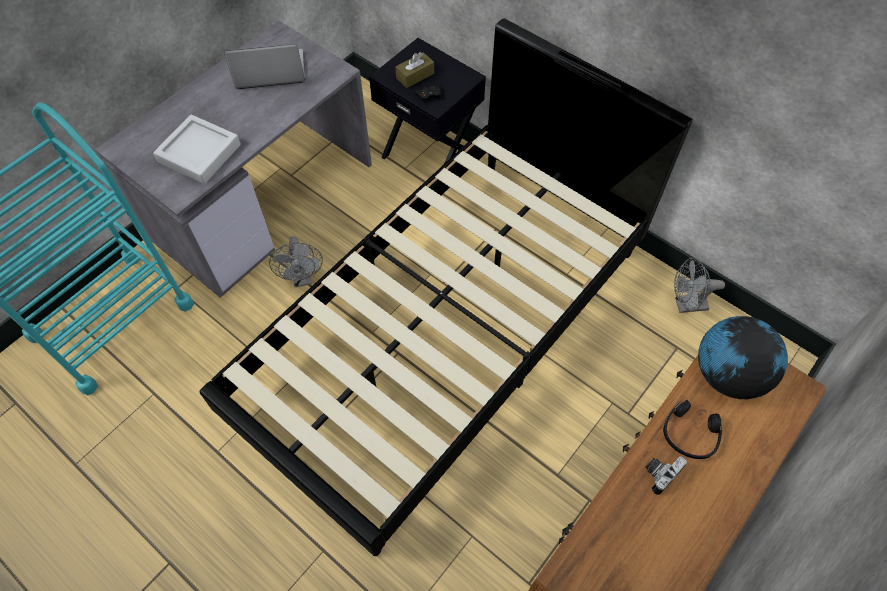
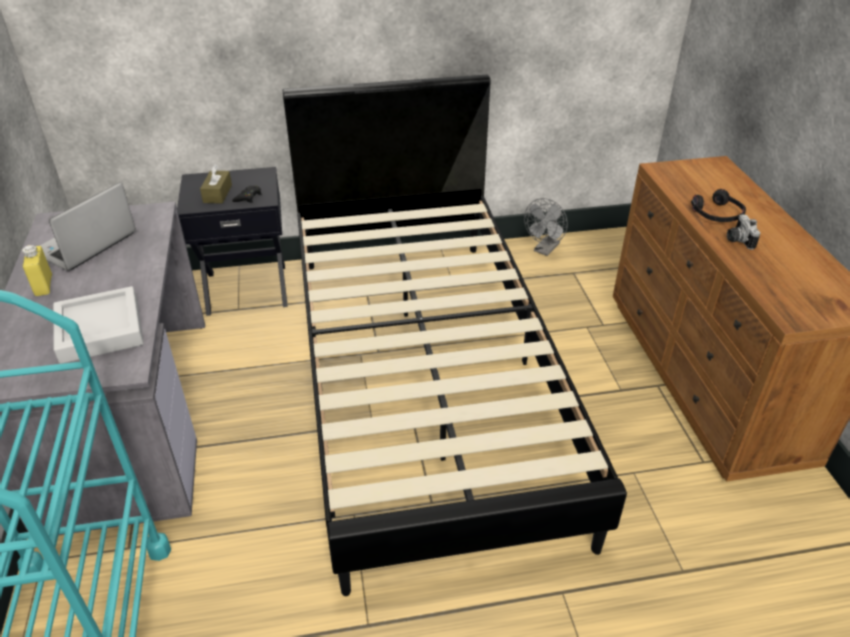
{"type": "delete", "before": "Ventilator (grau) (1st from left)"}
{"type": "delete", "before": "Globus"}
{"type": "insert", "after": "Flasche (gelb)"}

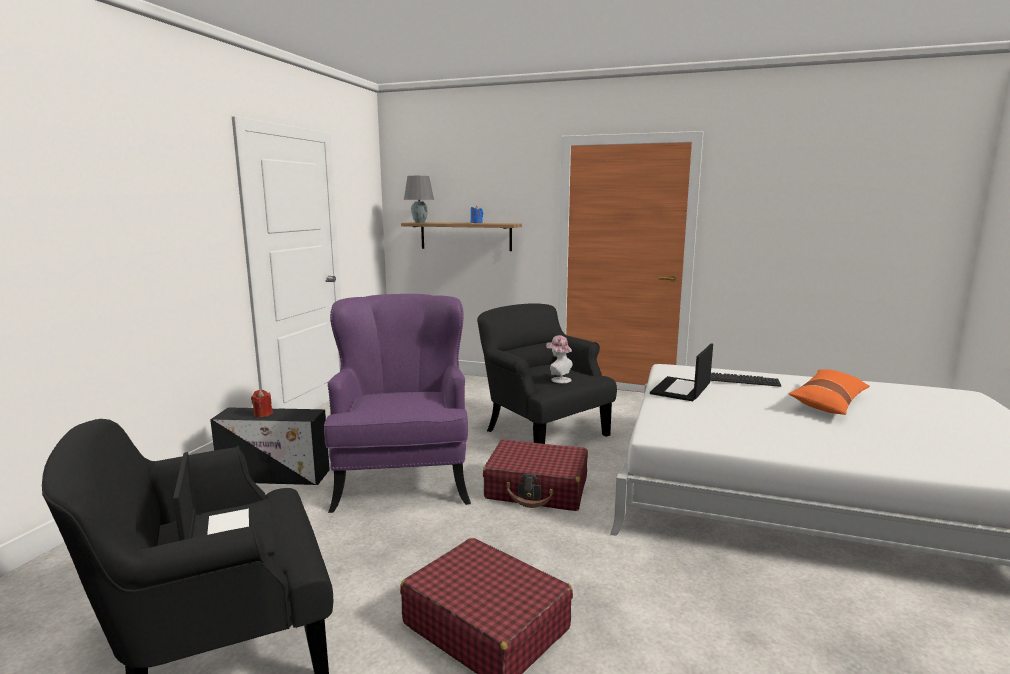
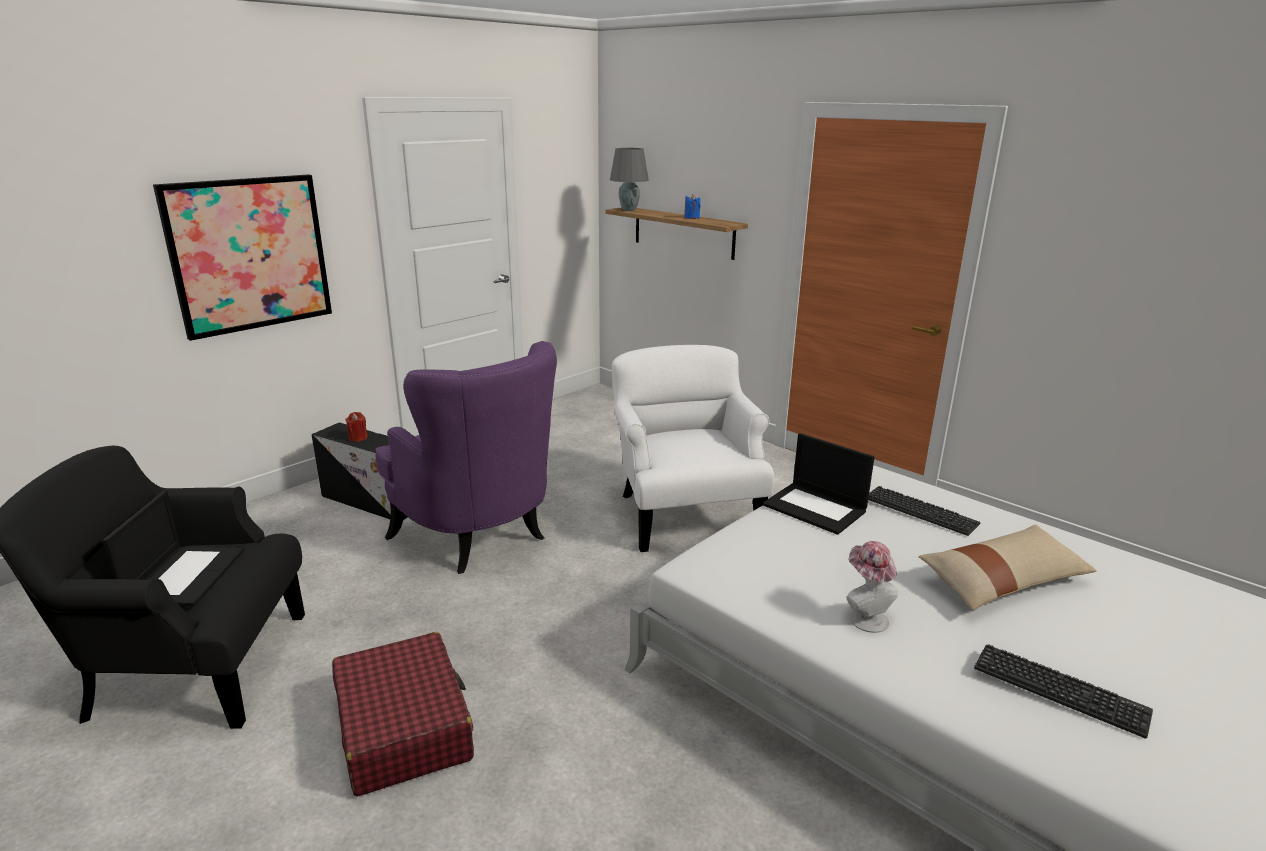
{"type": "rotate", "before": "Sessel (lila)", "turn": 120}
{"type": "recolor", "before": "Sessel (schwarz) (2nd from left)", "after": "Sessel (weiß)"}
{"type": "delete", "before": "Koffer (rot) (2nd from left)"}
{"type": "move", "before": "Hut"}
{"type": "rotate", "before": "Laptop (2nd from left)", "turn": -105}
{"type": "recolor", "before": "Kissen (orange)", "after": "Kissen (beige)"}
{"type": "insert", "after": "Bild"}
{"type": "insert", "after": "Tastatur (2nd from left)"}

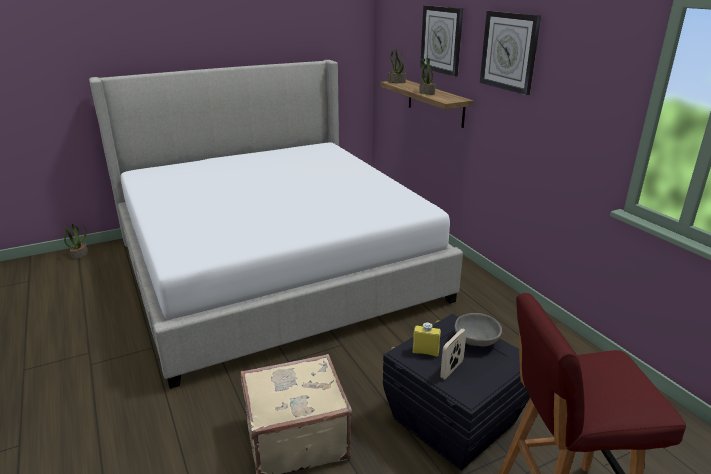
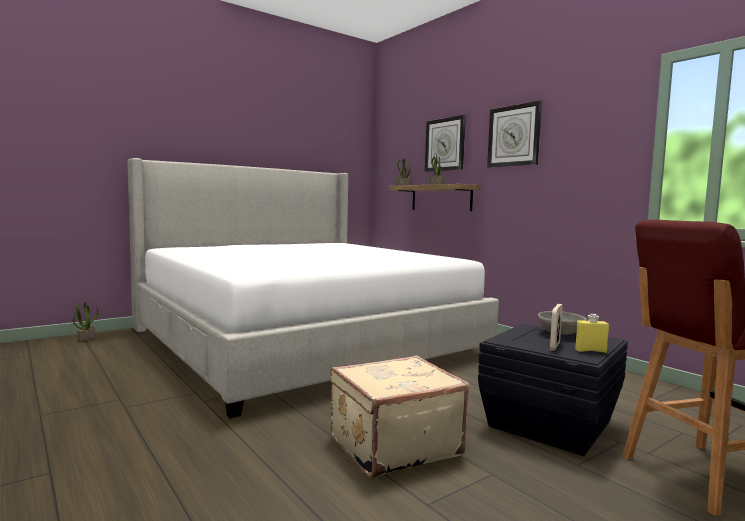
{"type": "move", "before": "Flasche (gelb)"}

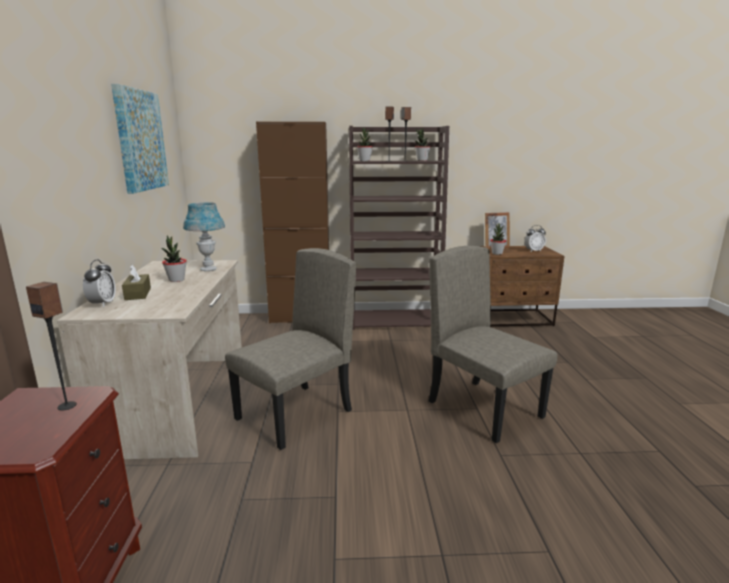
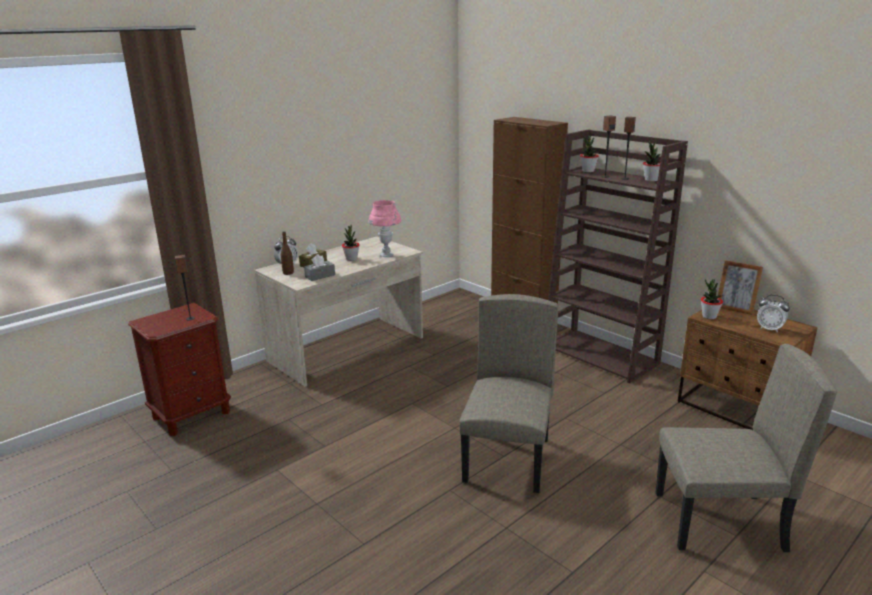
{"type": "delete", "before": "Bild"}
{"type": "recolor", "before": "Tischlampe (blau)", "after": "Tischlampe (rosa)"}
{"type": "move", "before": "Stuhl (beige) (1st from left in the first image)", "after": "Stuhl (beige) (2nd from left)"}
{"type": "insert", "after": "Flasche (braun)"}
{"type": "insert", "after": "Taschentuchbox (grau)"}

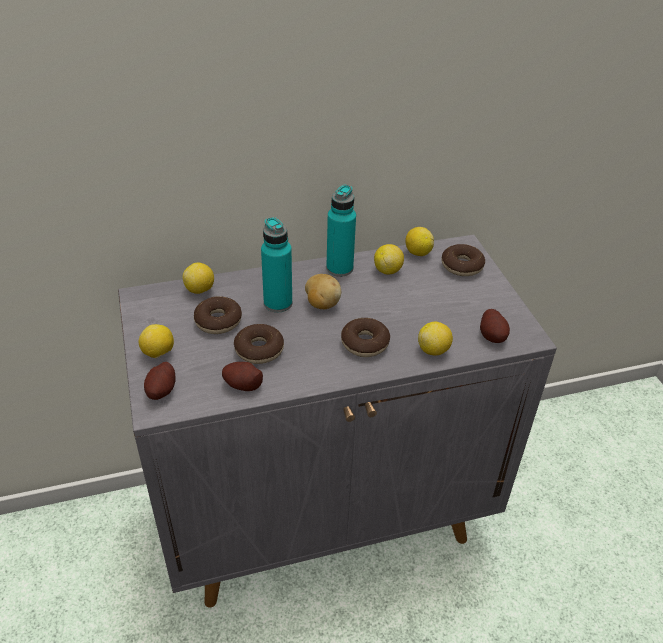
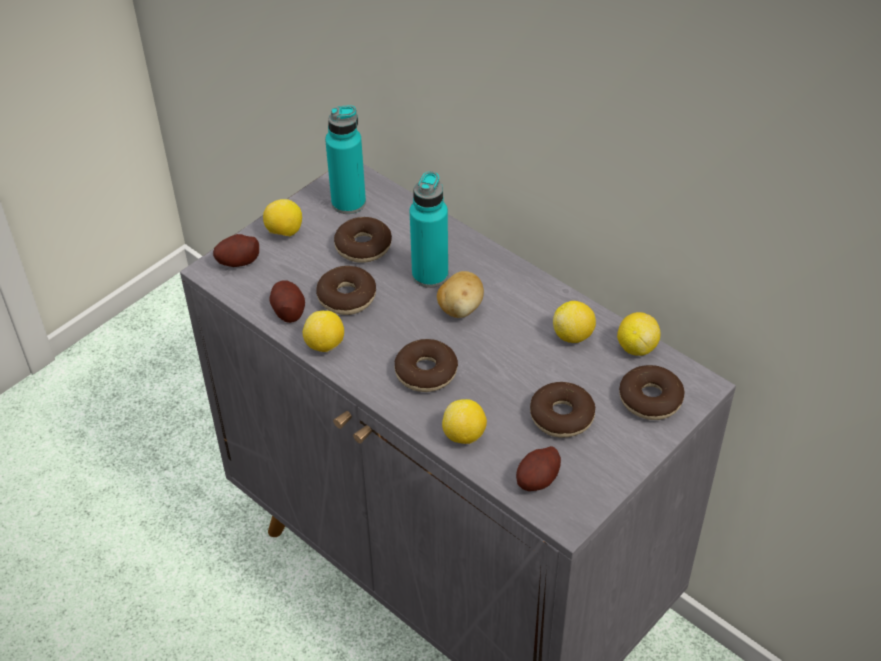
{"type": "move", "before": "Zitrone (2nd from left)"}
{"type": "move", "before": "Flasche (türkis) (2nd from left in the first image)", "after": "Flasche (türkis) (1st from left)"}
{"type": "insert", "after": "Donut (4th from left)"}

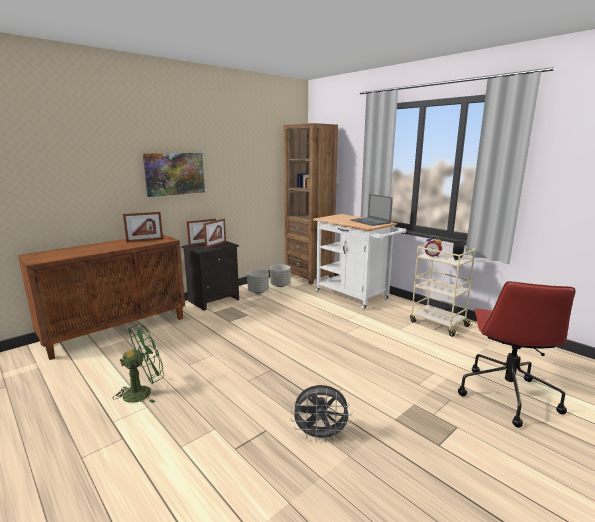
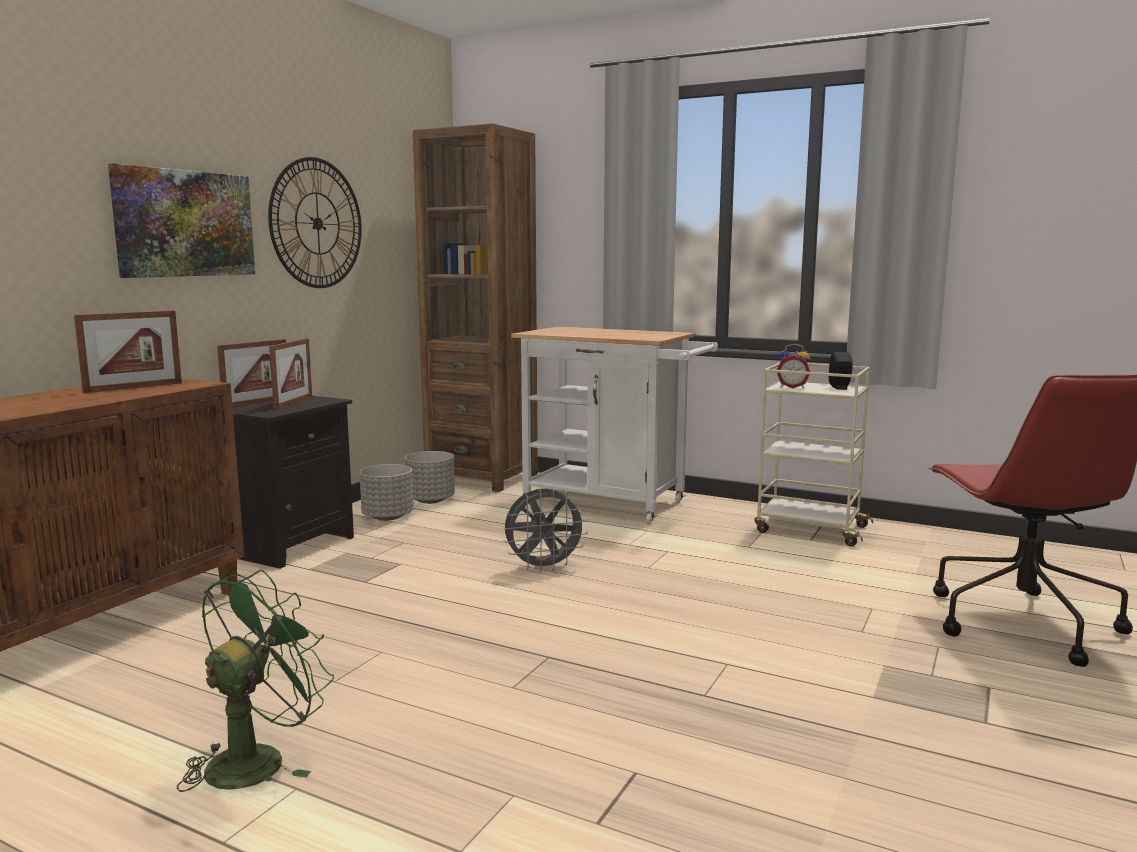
{"type": "move", "before": "Ventilator (grau)"}
{"type": "delete", "before": "Laptop"}
{"type": "insert", "after": "Wanduhr"}

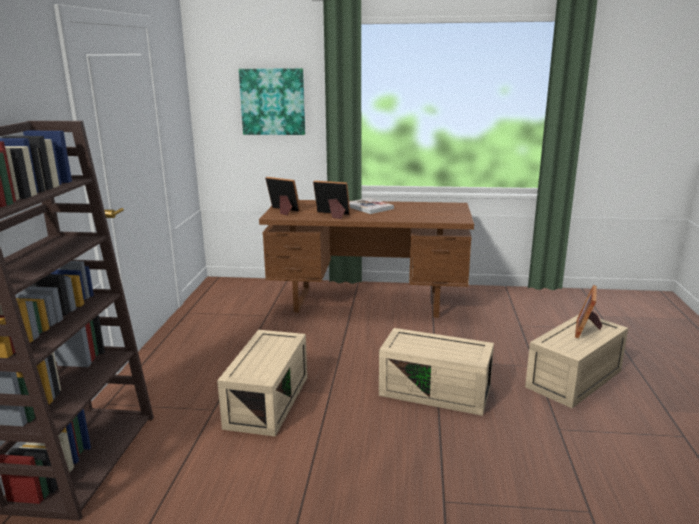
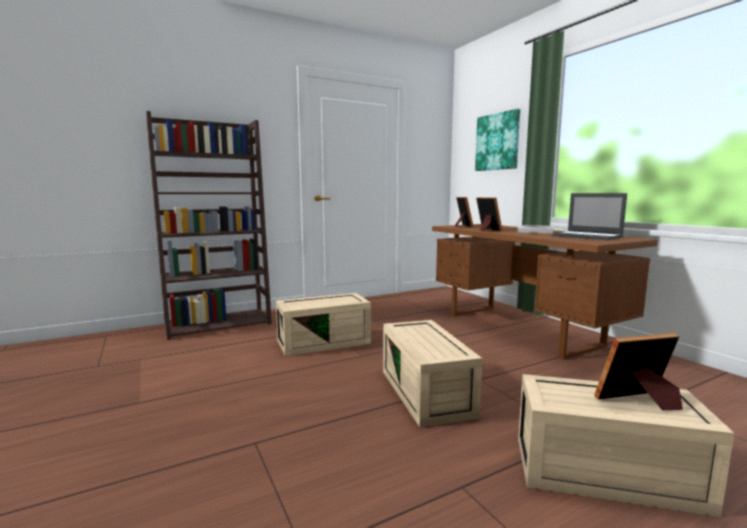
{"type": "insert", "after": "Laptop"}

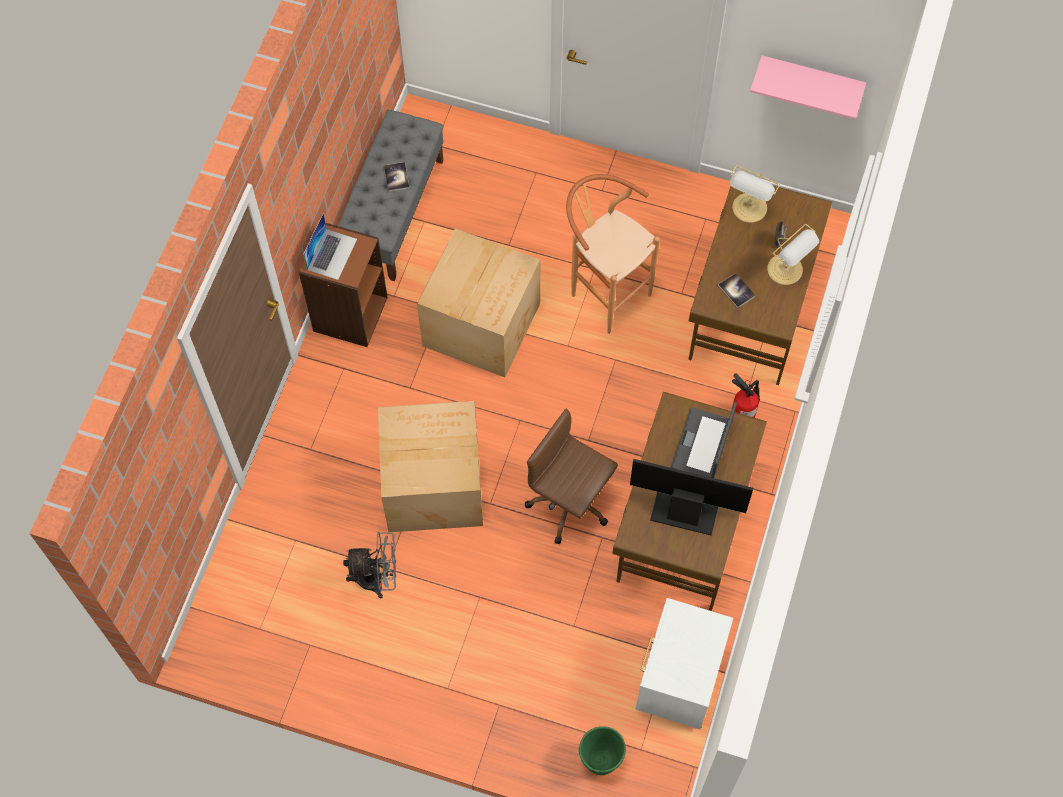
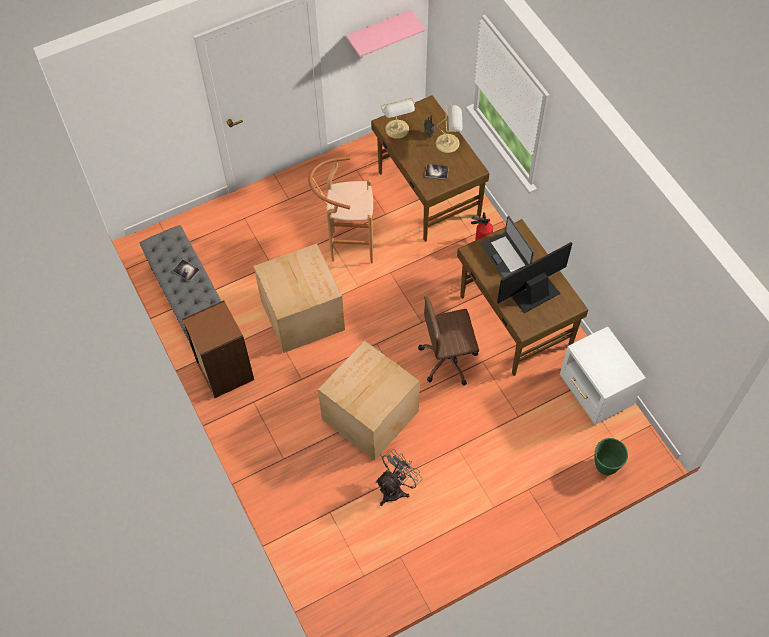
{"type": "delete", "before": "Laptop (1st from left)"}

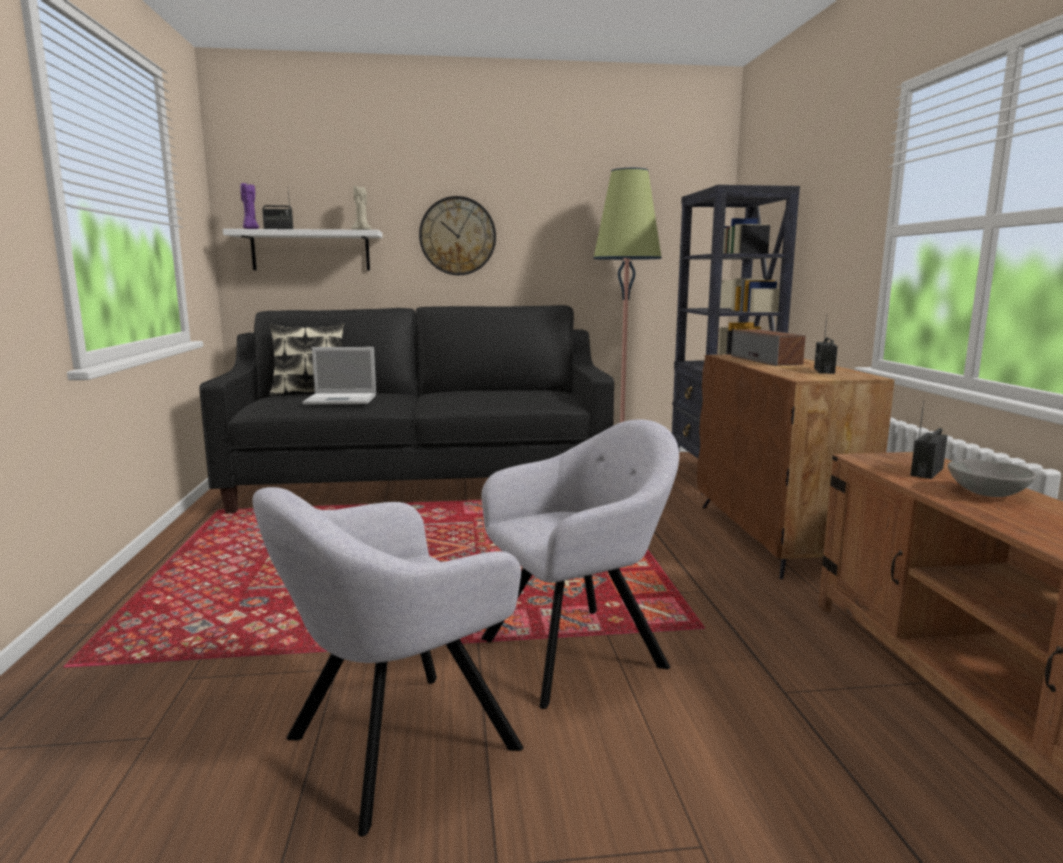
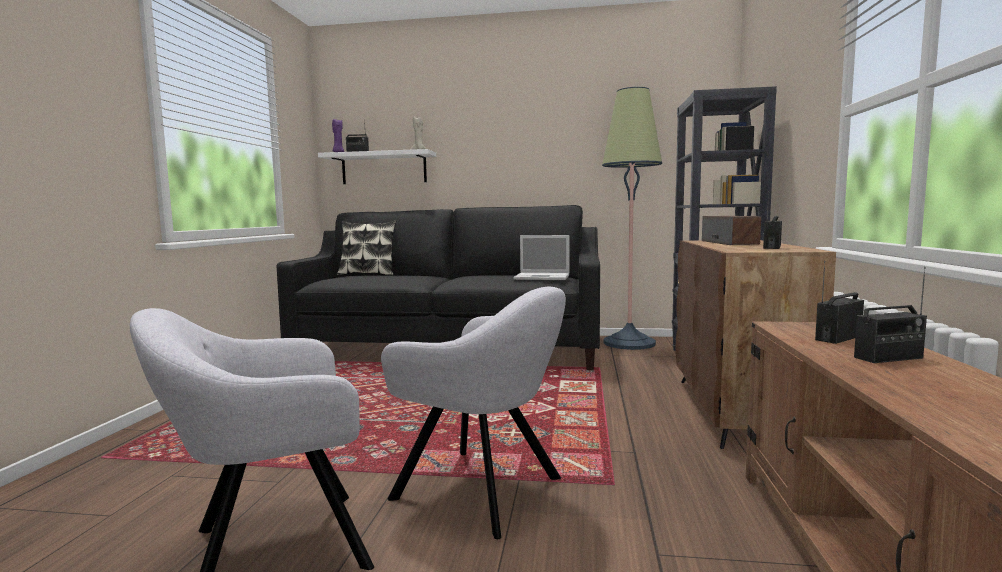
{"type": "move", "before": "Laptop"}
{"type": "delete", "before": "Wanduhr"}
{"type": "rotate", "before": "Sessel (grau) (2nd from left)", "turn": 45}
{"type": "replace", "before": "Schüssel (grau)", "after": "Radio (4th from left)"}

